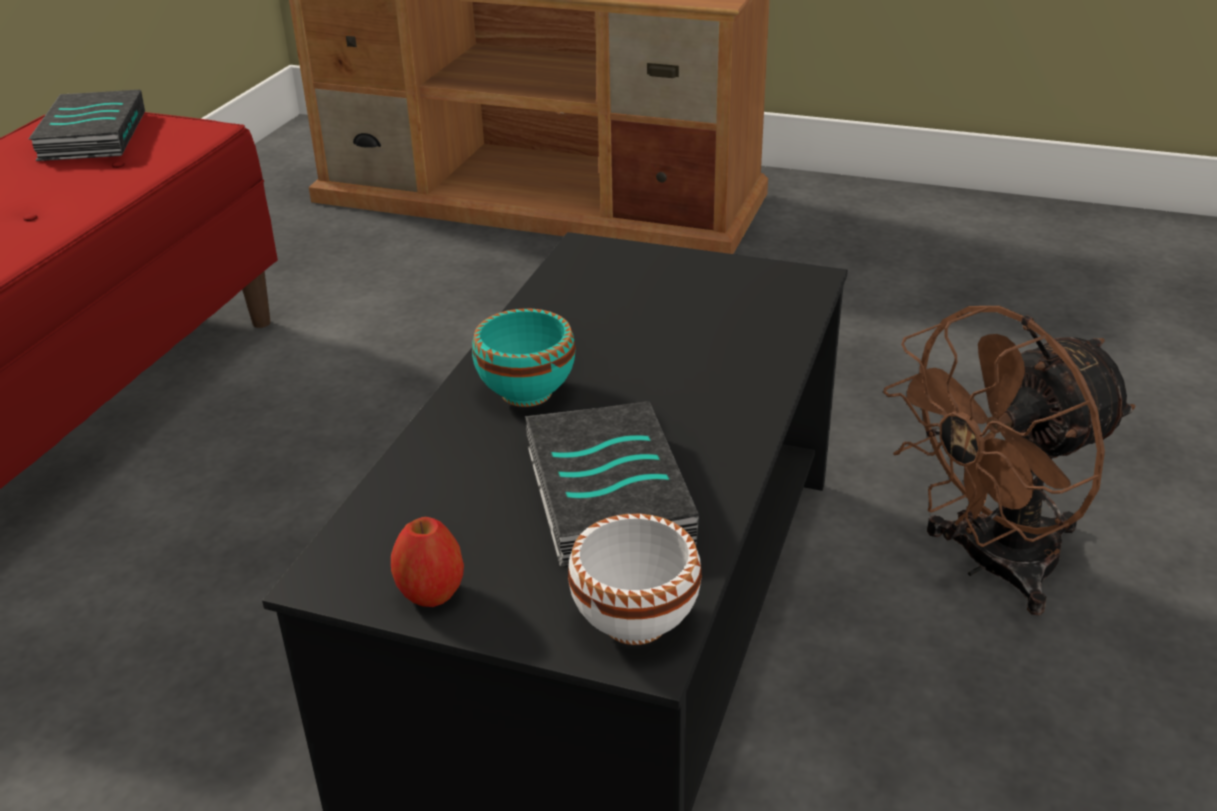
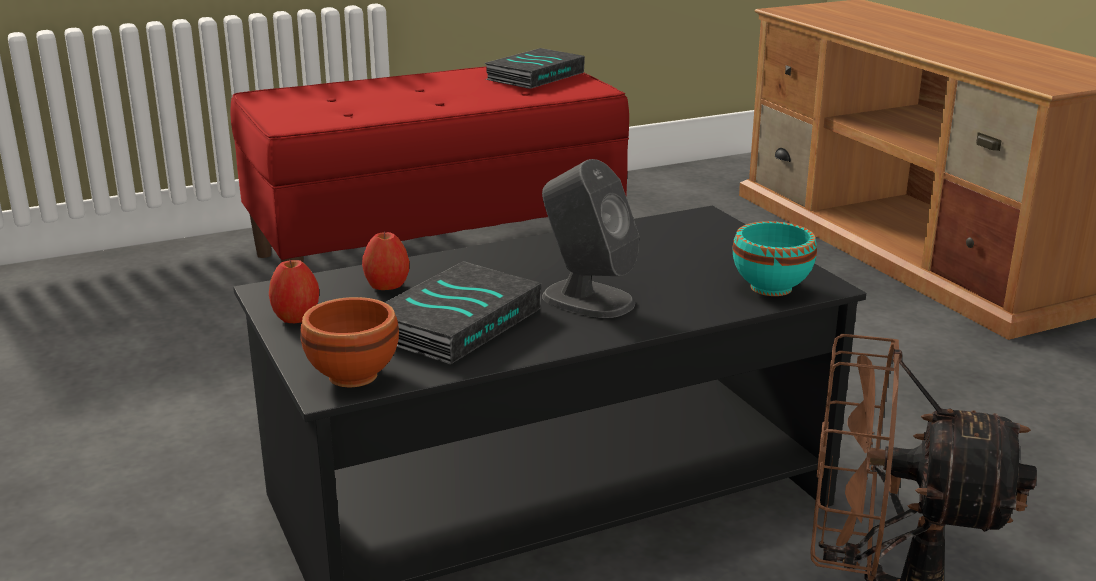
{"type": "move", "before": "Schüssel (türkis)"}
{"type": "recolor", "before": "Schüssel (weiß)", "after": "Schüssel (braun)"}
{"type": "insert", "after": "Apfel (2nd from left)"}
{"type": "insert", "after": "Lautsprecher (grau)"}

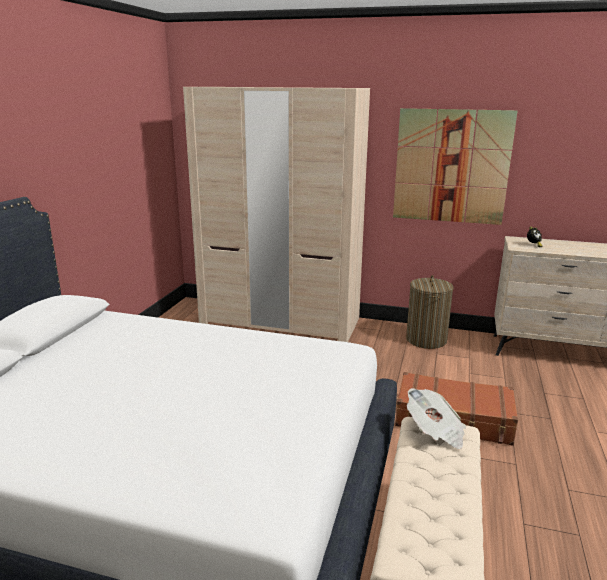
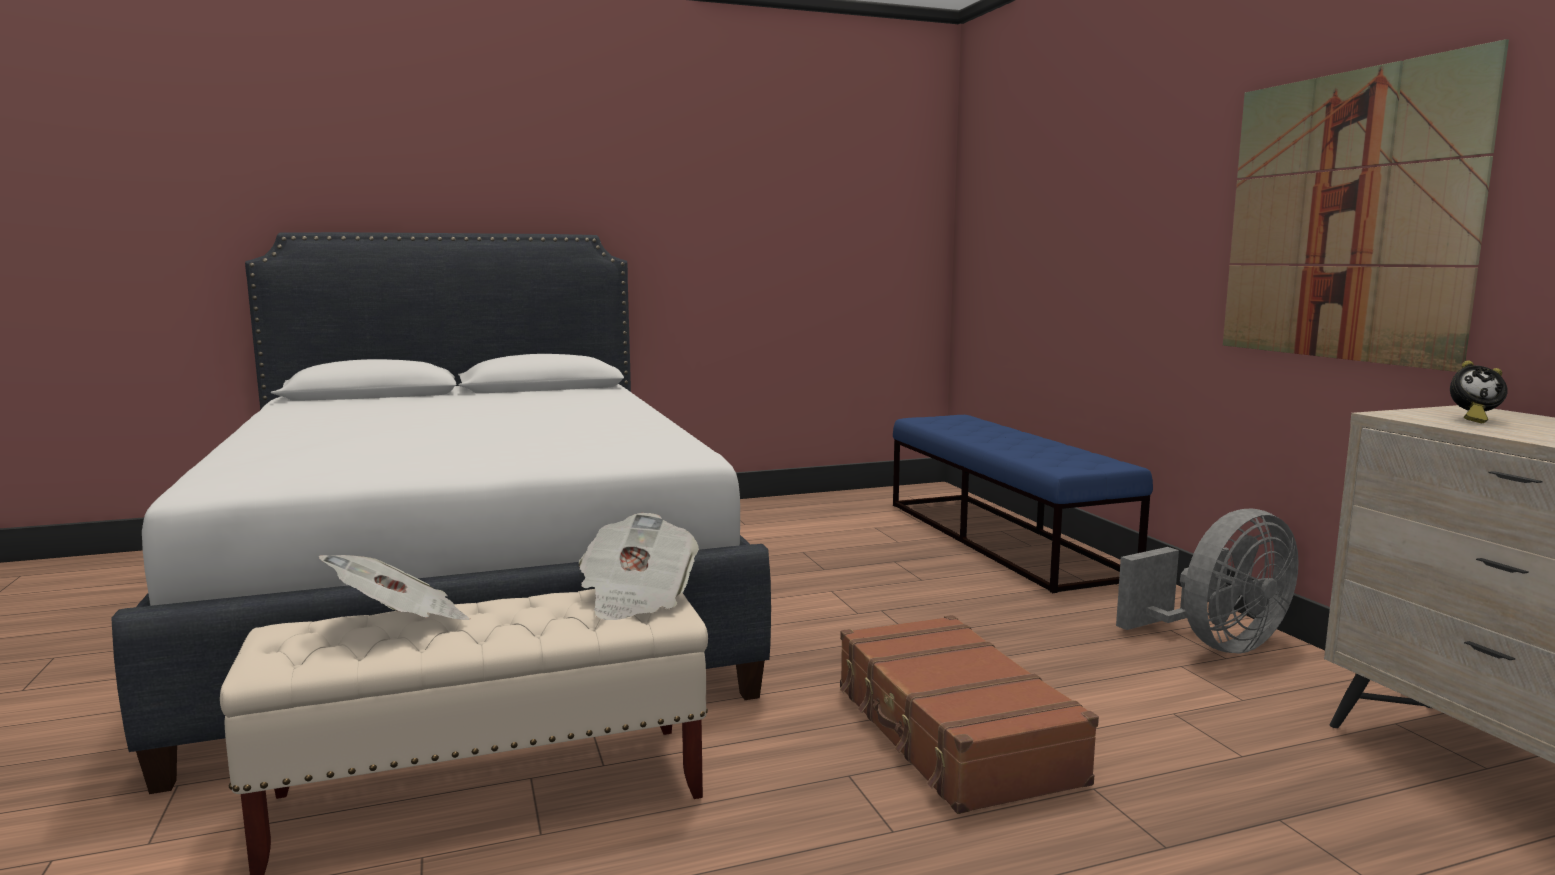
{"type": "replace", "before": "Kleiderschrank (beige)", "after": "Bank (blau)"}
{"type": "replace", "before": "Wäschekorb", "after": "Ventilator (grau)"}
{"type": "insert", "after": "Zeitung (1st from left)"}

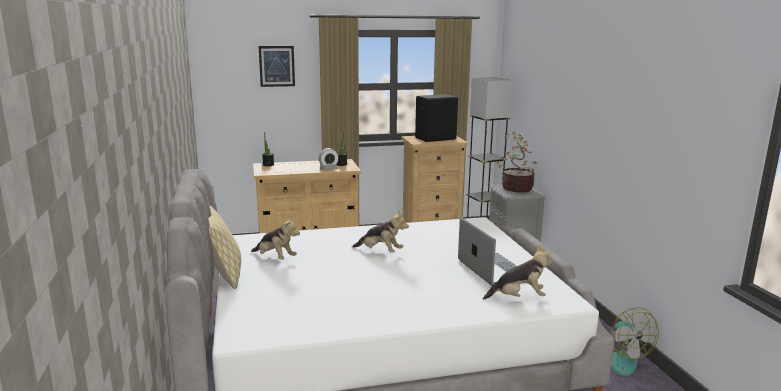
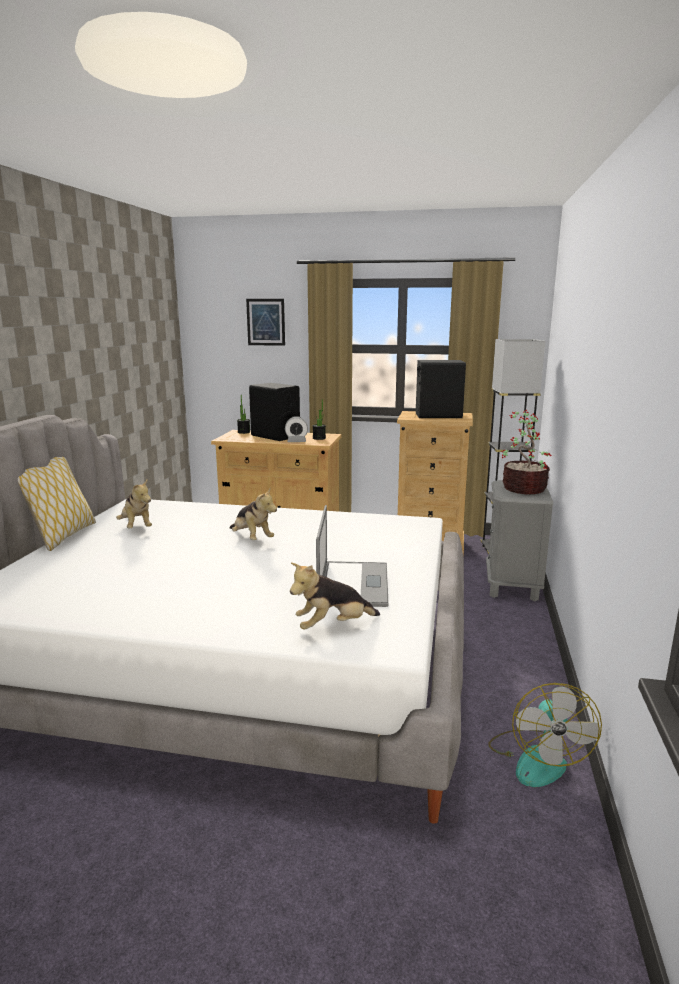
{"type": "rotate", "before": "Plüschtier (3rd from left)", "turn": 135}
{"type": "insert", "after": "Lautsprecher (schwarz) (1st from left)"}

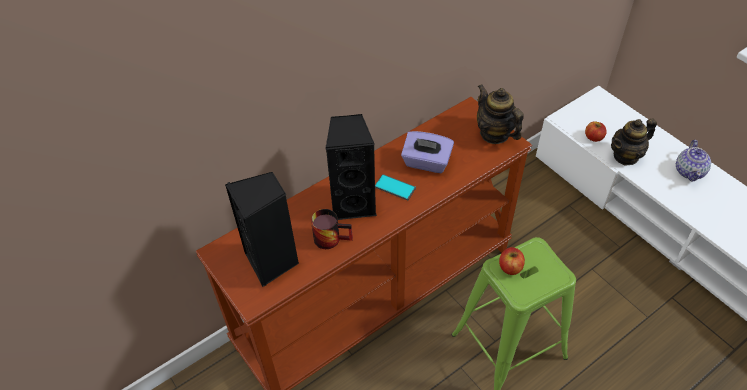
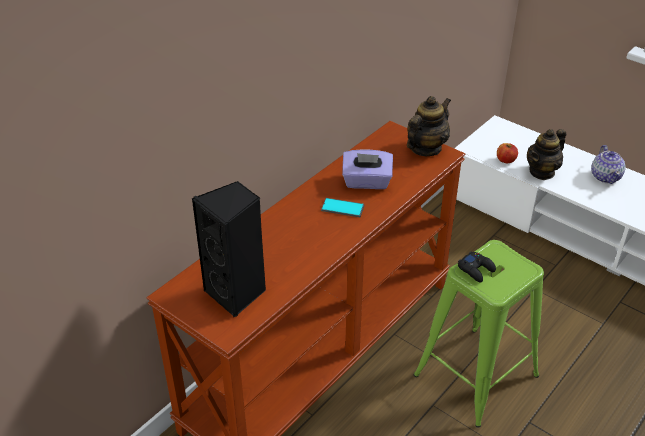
{"type": "delete", "before": "Henkelbecher"}
{"type": "delete", "before": "Lautsprecher (schwarz) (2nd from left)"}
{"type": "rotate", "before": "Teekanne (1st from left)", "turn": 90}
{"type": "replace", "before": "Apfel (1st from left)", "after": "Gamepad (schwarz)"}

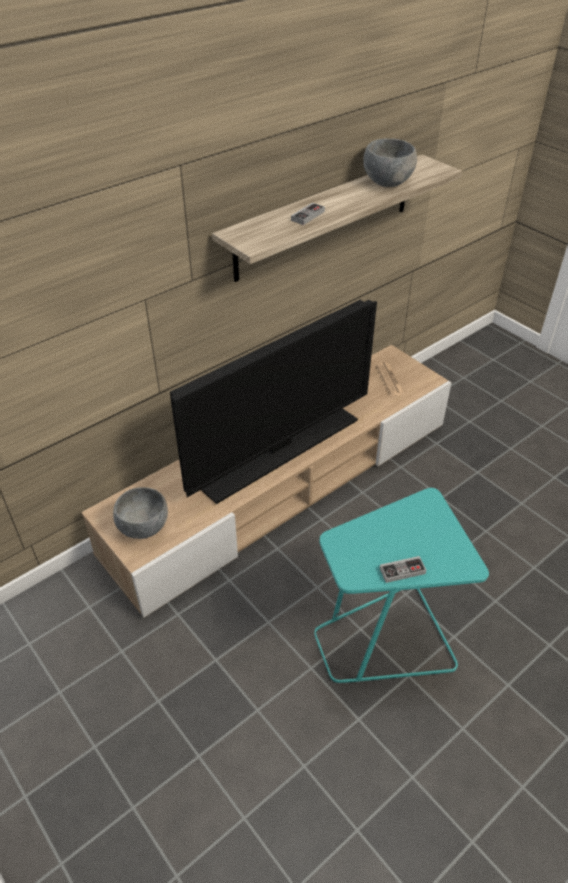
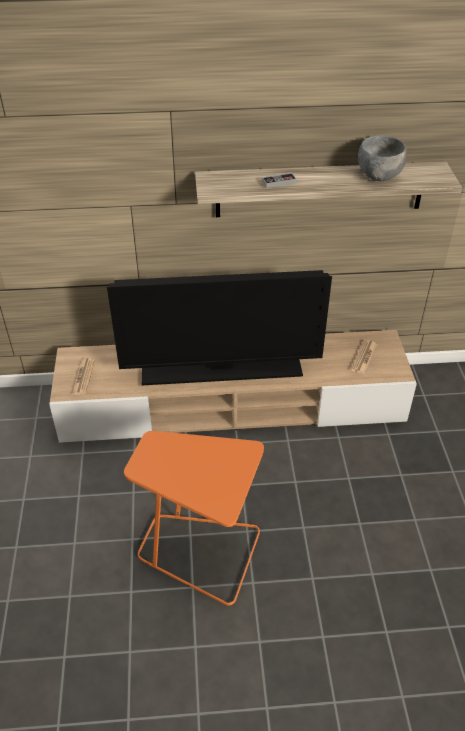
{"type": "replace", "before": "Schüssel (grau) (1st from left)", "after": "Zeitung (1st from left)"}
{"type": "recolor", "before": "Beistelltisch (türkis)", "after": "Beistelltisch (orange)"}
{"type": "delete", "before": "Gamepad (2nd from left)"}

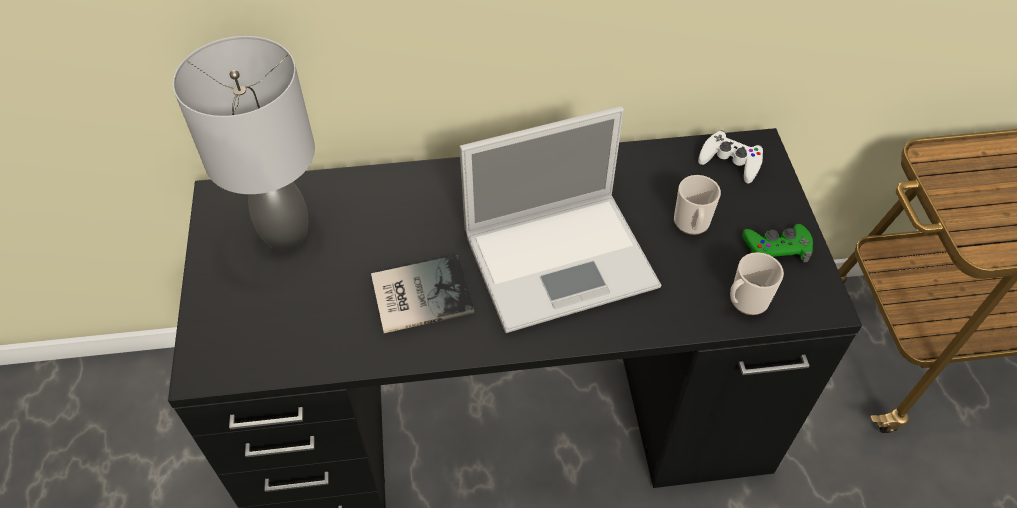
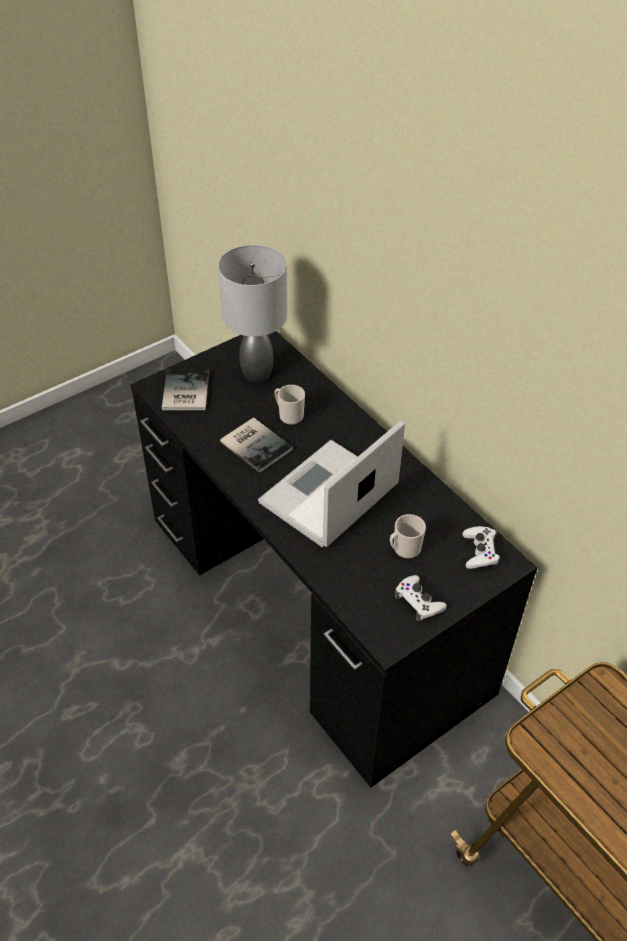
{"type": "rotate", "before": "Laptop", "turn": 90}
{"type": "move", "before": "Henkelbecher (2nd from left in the first image)", "after": "Henkelbecher (1st from left)"}
{"type": "recolor", "before": "Gamepad (grün)", "after": "Gamepad (weiß) (1st from left)"}
{"type": "insert", "after": "Buch (1st from left)"}

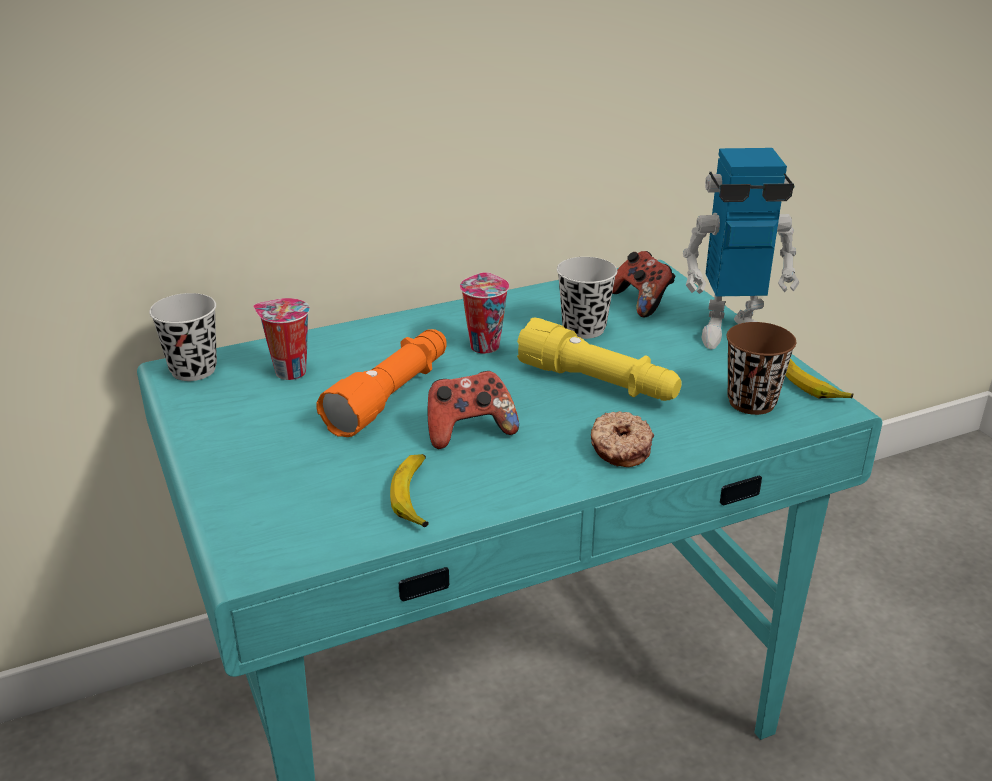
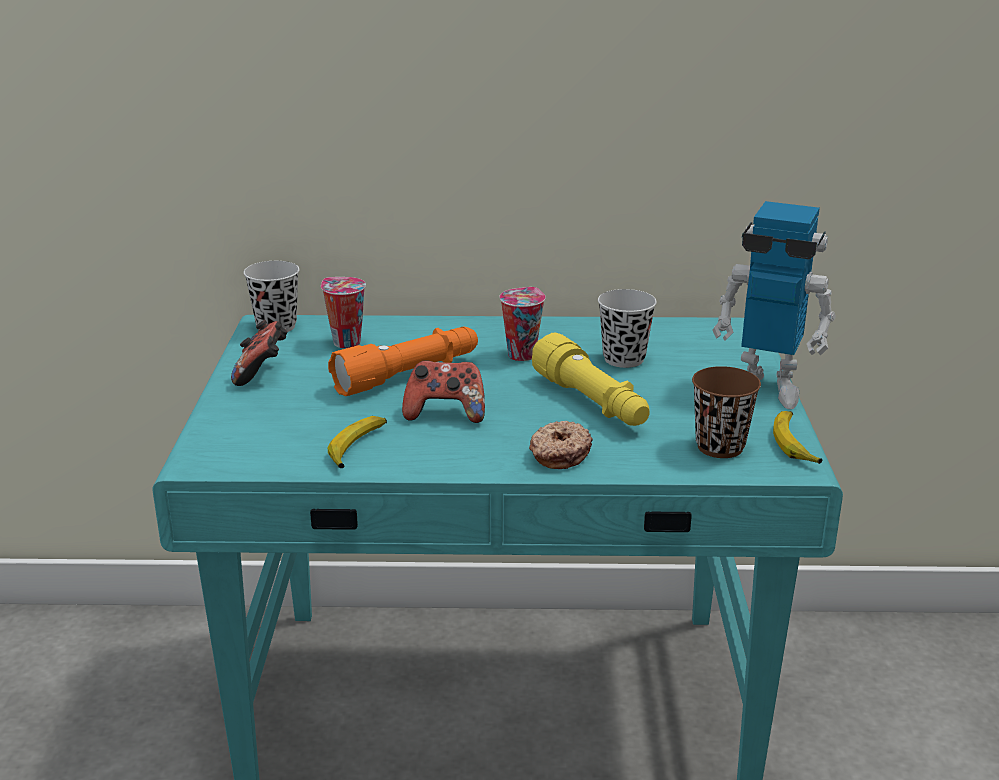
{"type": "move", "before": "Gamepad (2nd from left in the first image)", "after": "Gamepad (1st from left)"}

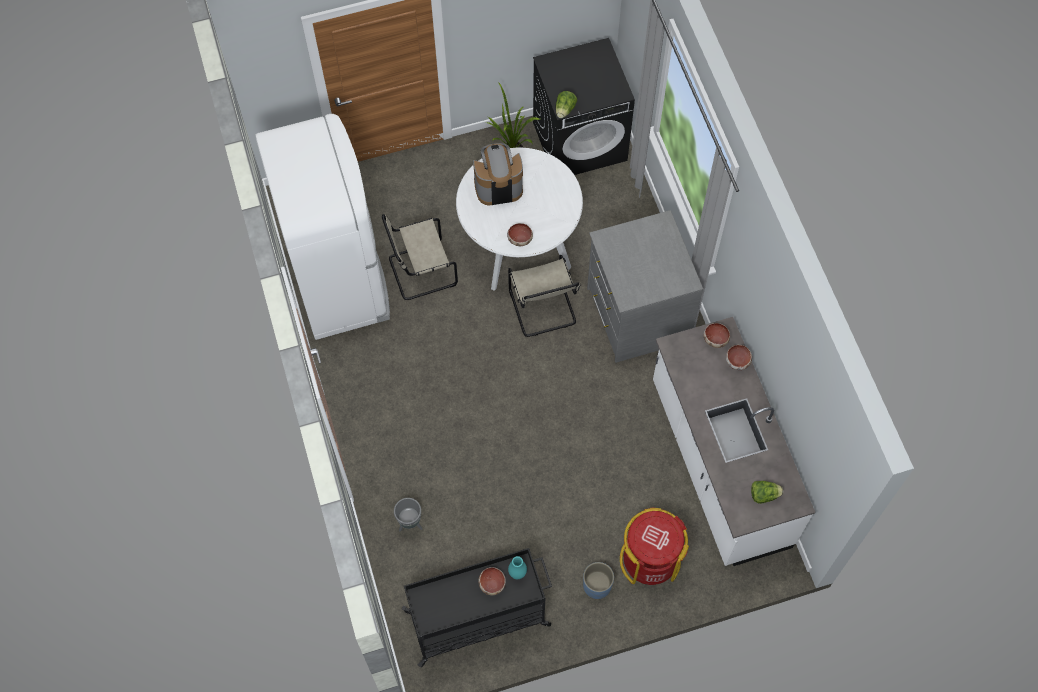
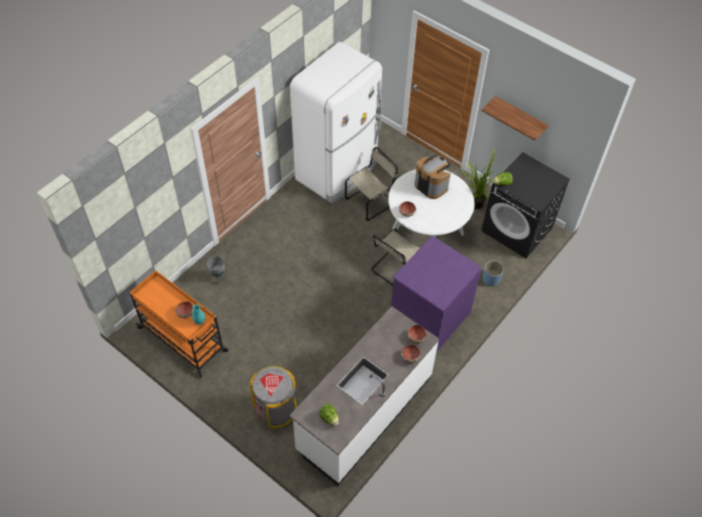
{"type": "rotate", "before": "Stuhl (beige) (1st from left)", "turn": 105}
{"type": "recolor", "before": "Rollwagen (schwarz)", "after": "Rollwagen (orange)"}
{"type": "move", "before": "Pflanzkübel (blau)"}
{"type": "recolor", "before": "Kommode (grau)", "after": "Kommode (lila)"}
{"type": "recolor", "before": "Mülleimer (rot)", "after": "Mülleimer (grau)"}
{"type": "insert", "after": "Wandregal"}

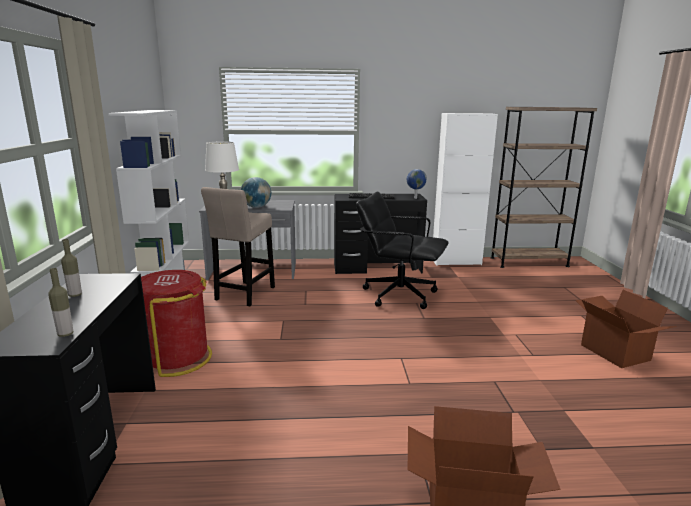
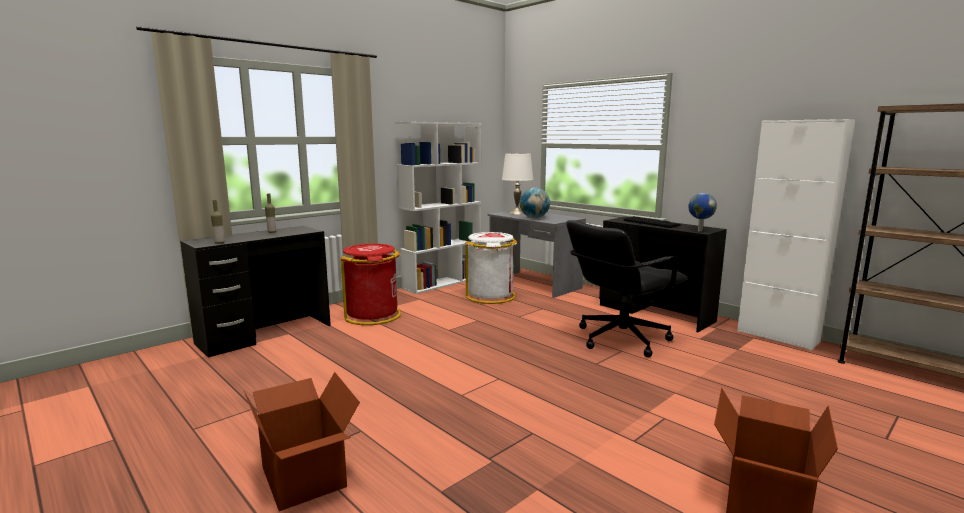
{"type": "replace", "before": "Hocker (beige)", "after": "Mülleimer (weiß)"}
{"type": "rotate", "before": "Bürostuhl (schwarz)", "turn": -105}

